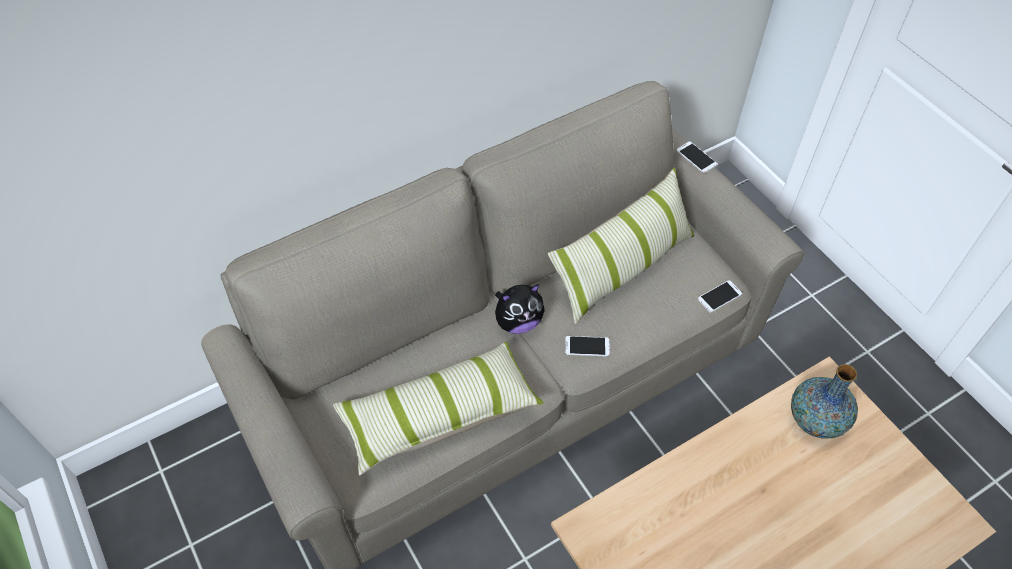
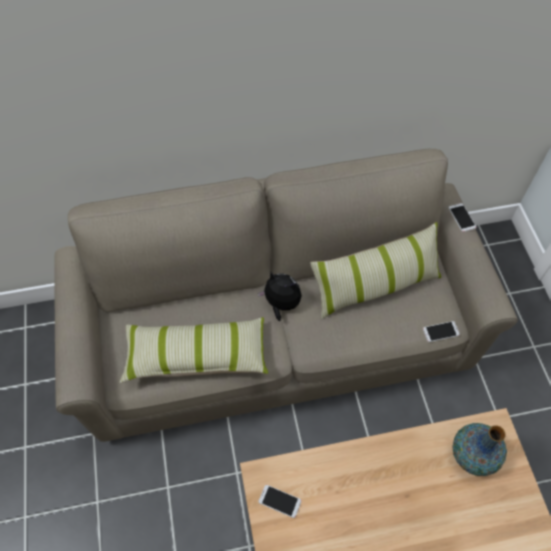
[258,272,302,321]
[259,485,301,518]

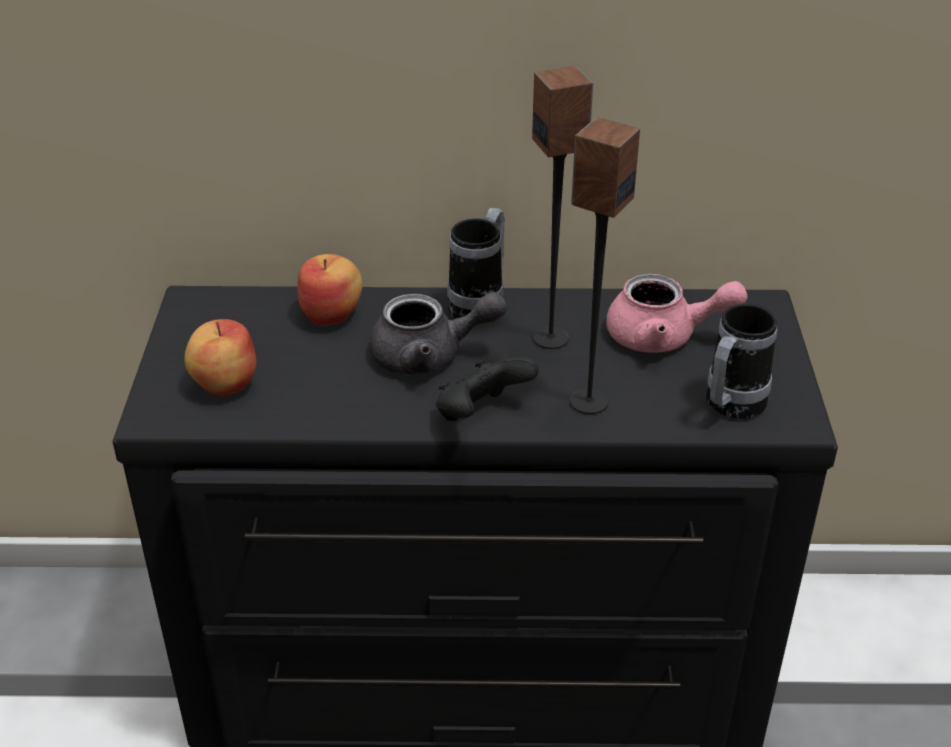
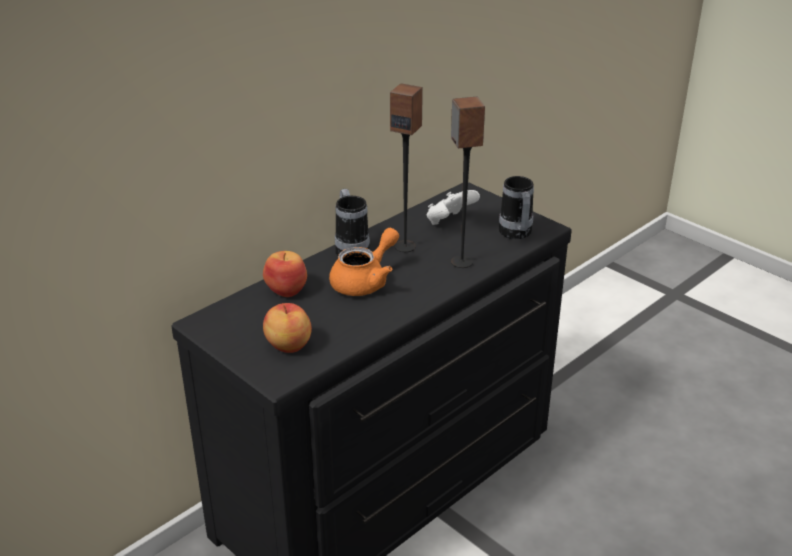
[329,228,399,296]
[436,357,539,421] (first image)
[427,190,480,225]

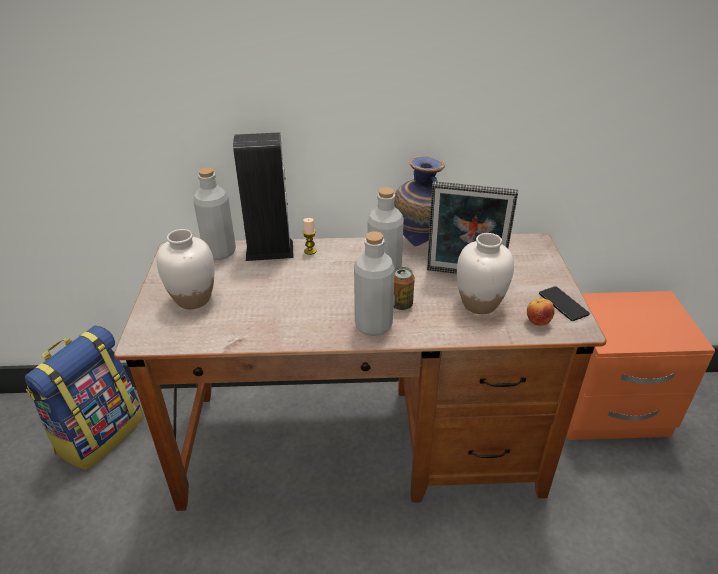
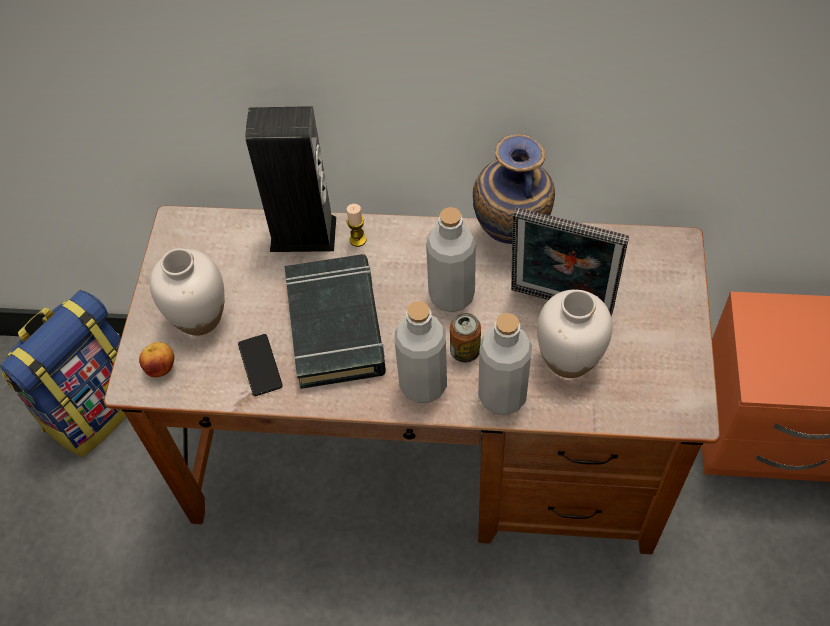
[478,313,532,415]
[139,342,174,377]
[238,334,283,396]
[285,254,386,389]

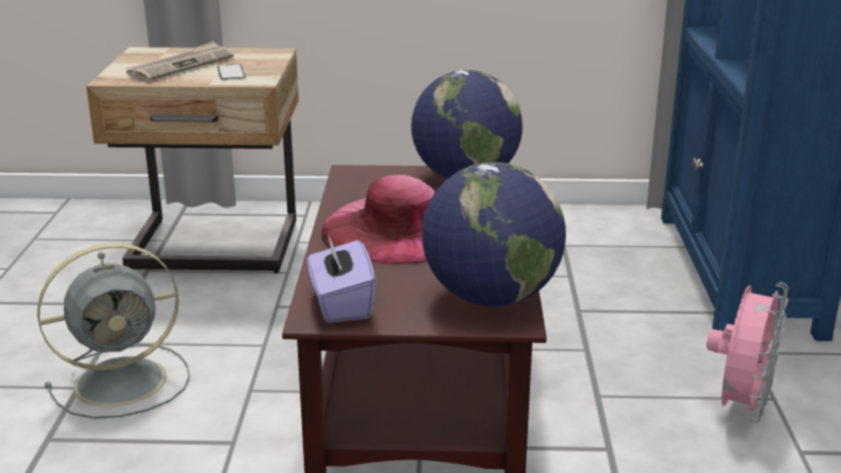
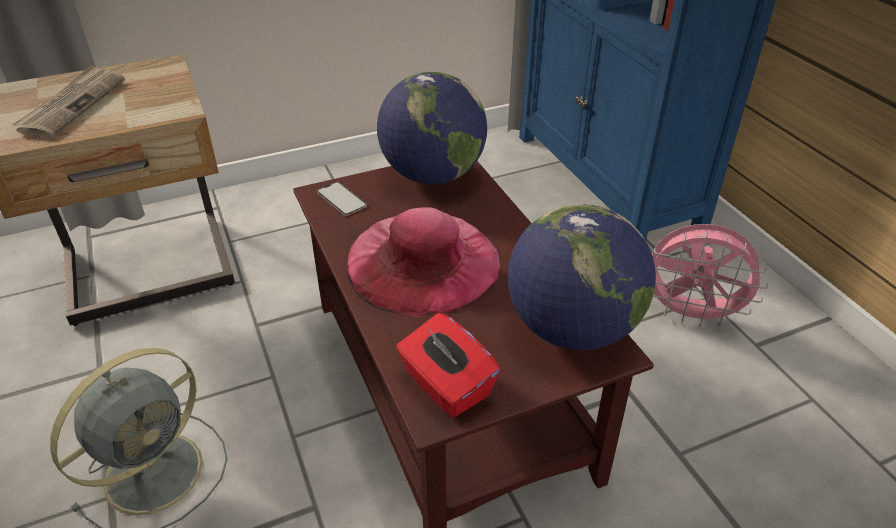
[316,182,367,216]
[396,313,501,418]
[652,224,768,327]

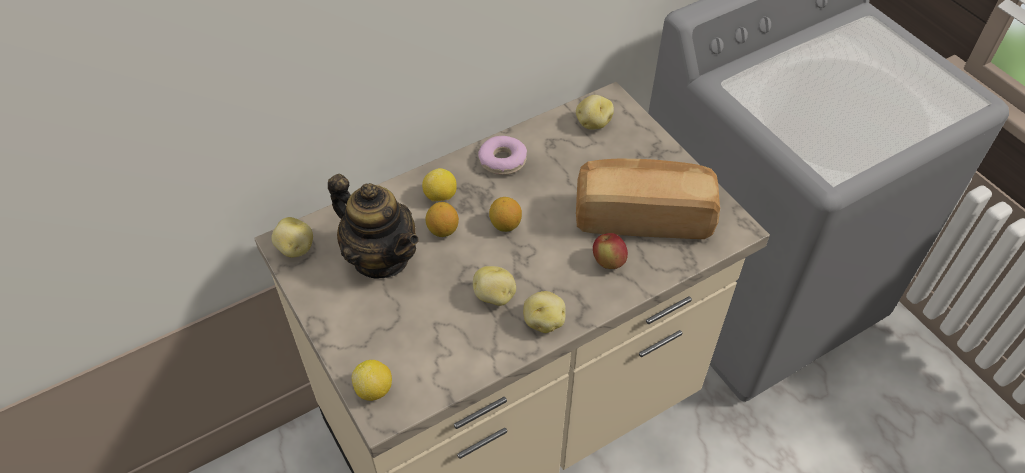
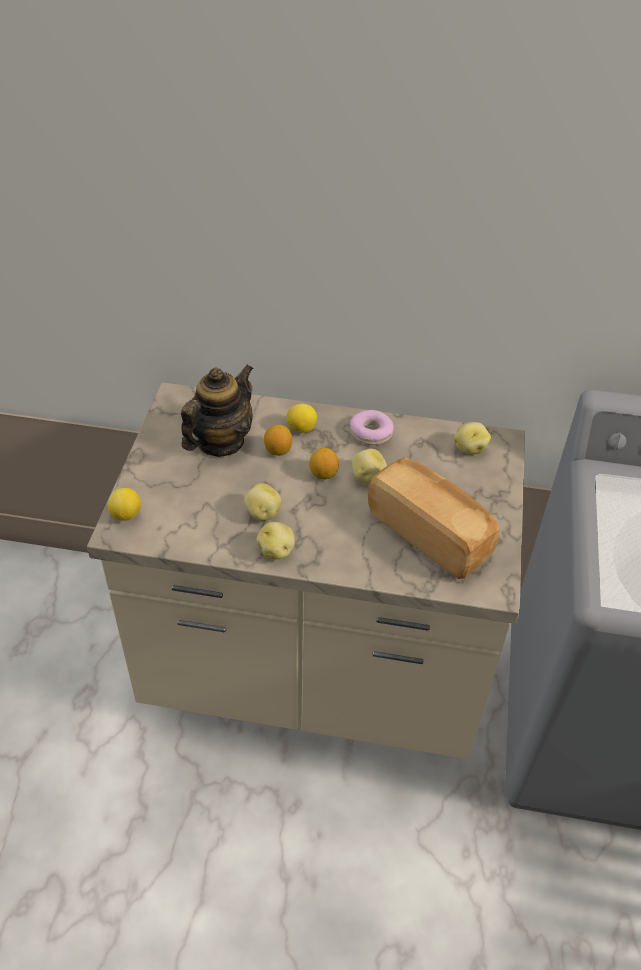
[352,449,387,485]
[181,364,254,457]
[593,233,628,269] (first image)

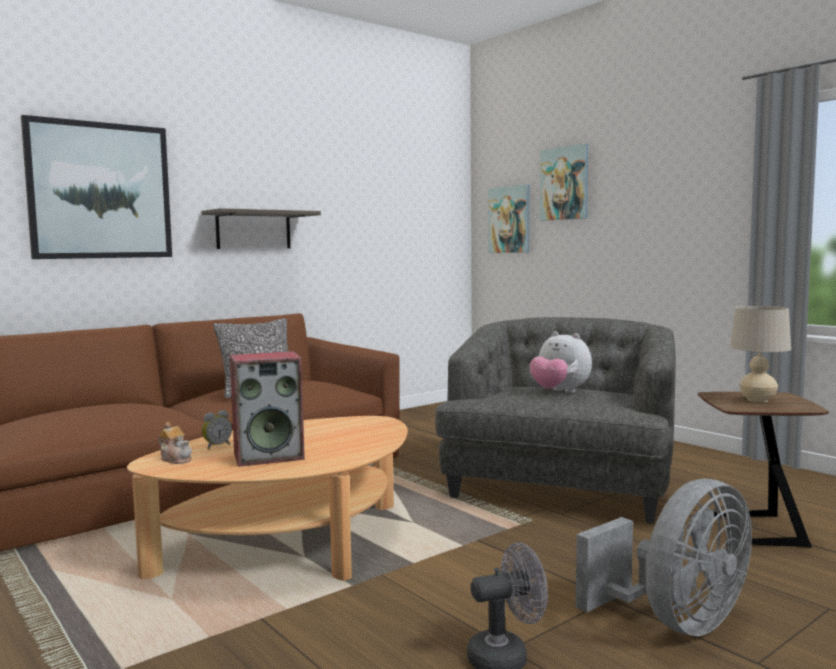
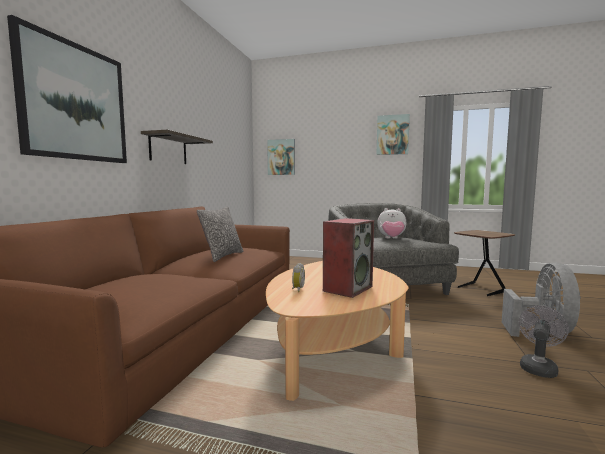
[158,422,192,464] (first image)
[376,114,410,155]
[730,306,791,402] (first image)

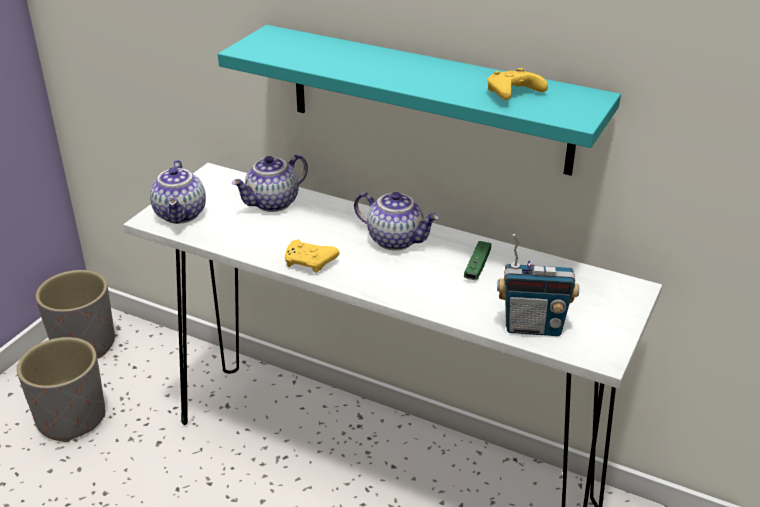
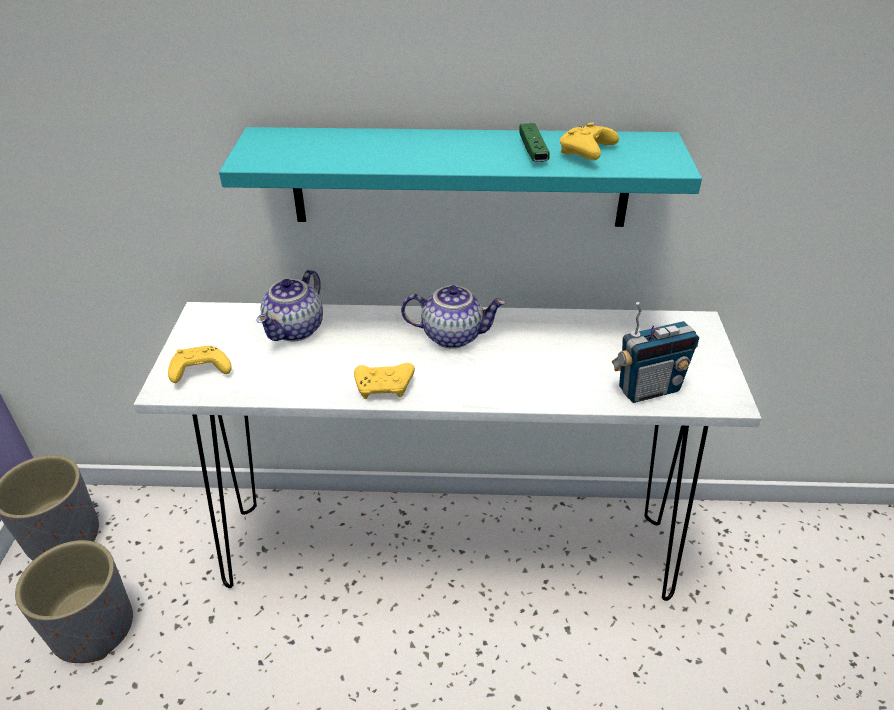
[168,346,232,383]
[519,123,550,162]

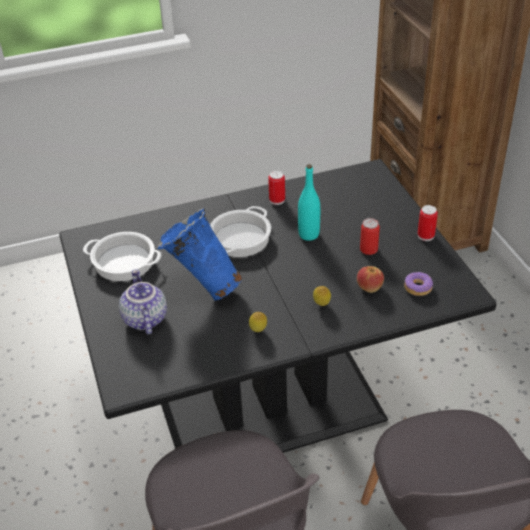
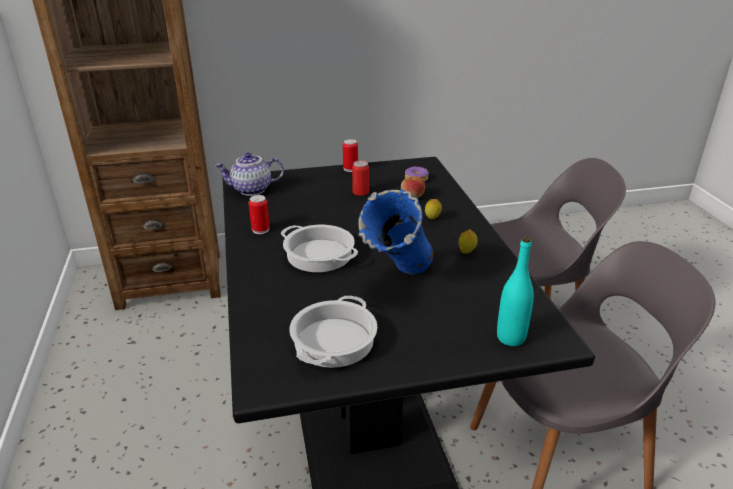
[214,153,284,196]
[497,237,534,346]

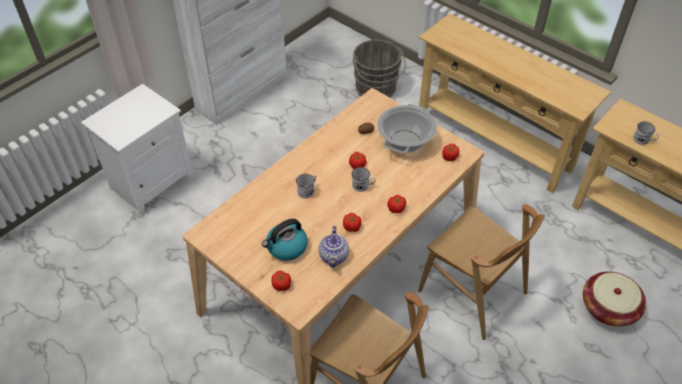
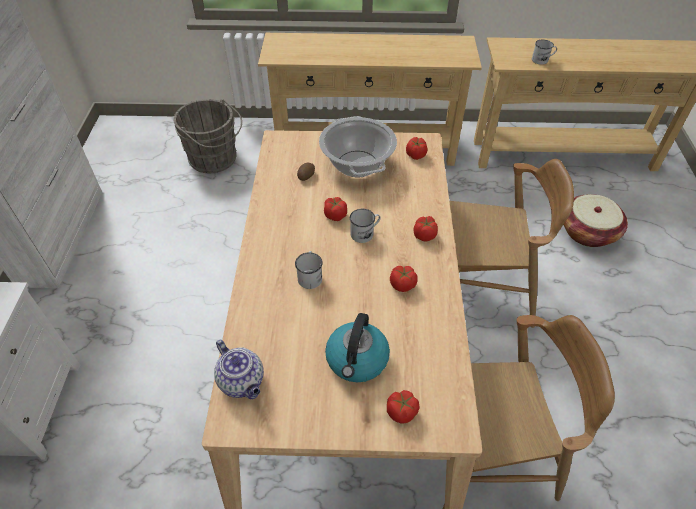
[214,340,264,399]

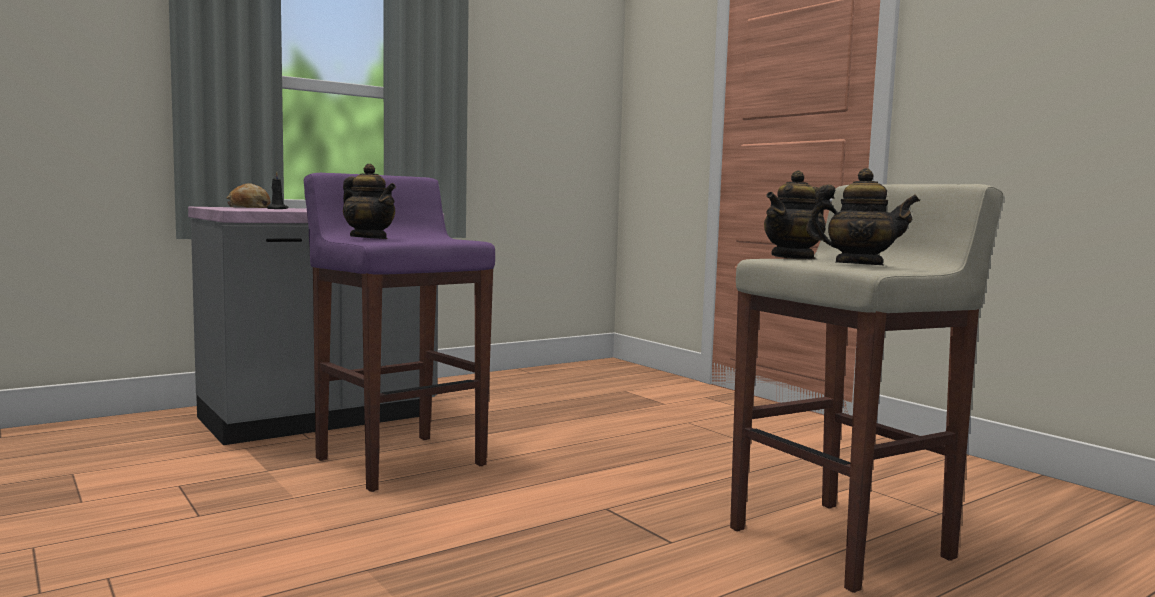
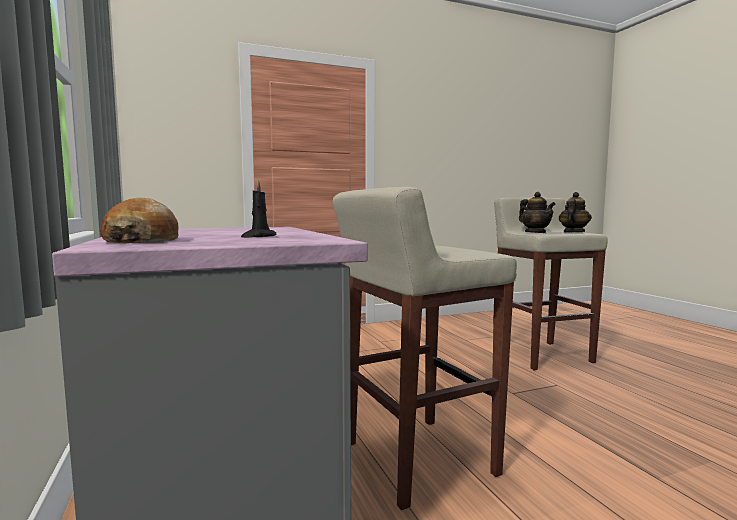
[333,187,517,510]
[343,164,396,239] (first image)

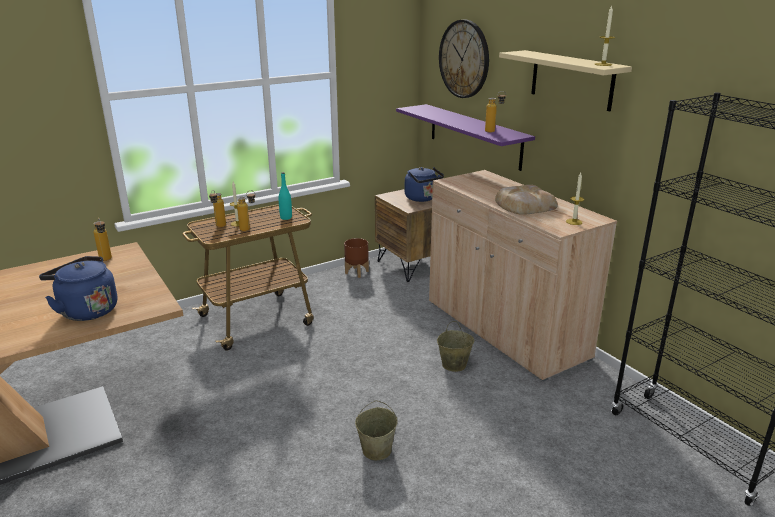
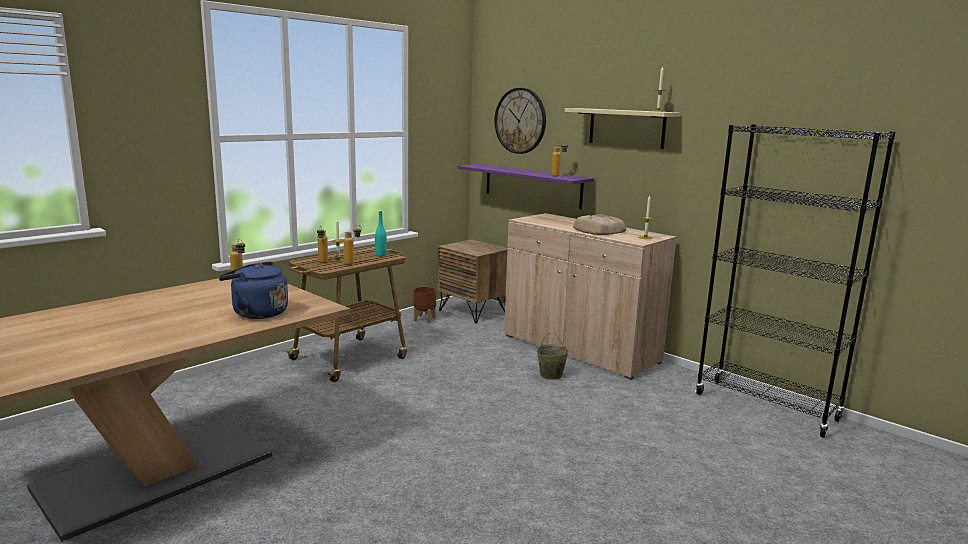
[355,400,398,460] (first image)
[405,167,444,202] (first image)

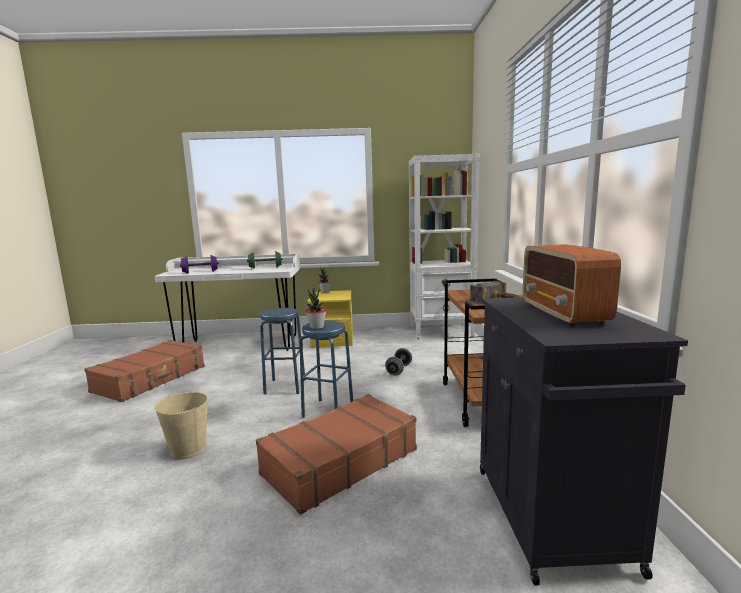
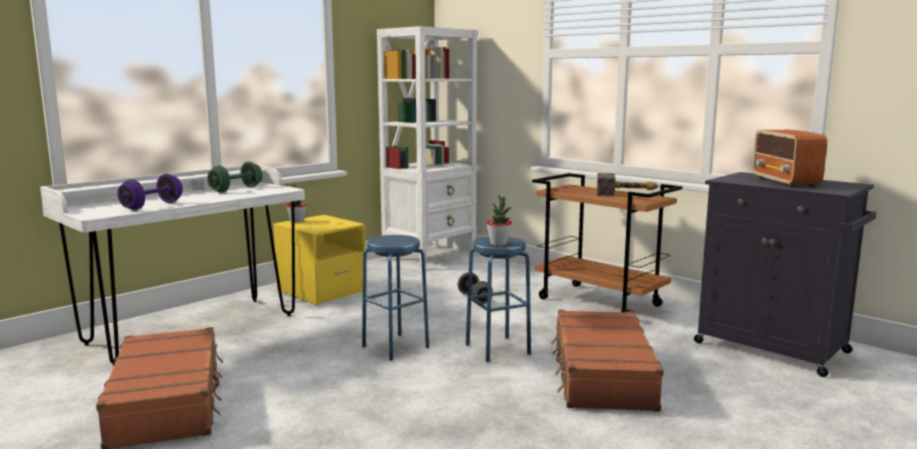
[154,392,208,459] (first image)
[753,130,827,187]

